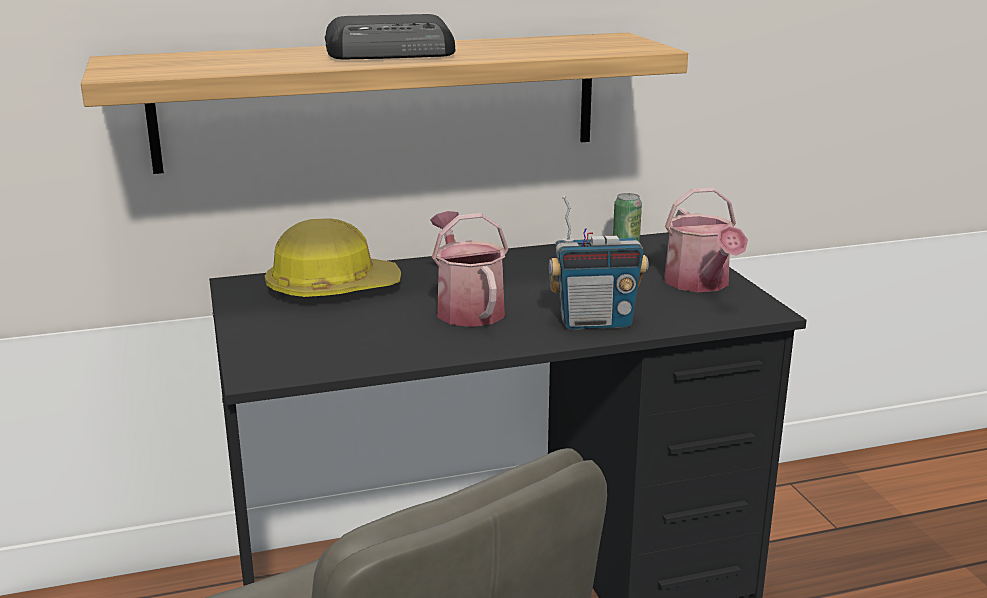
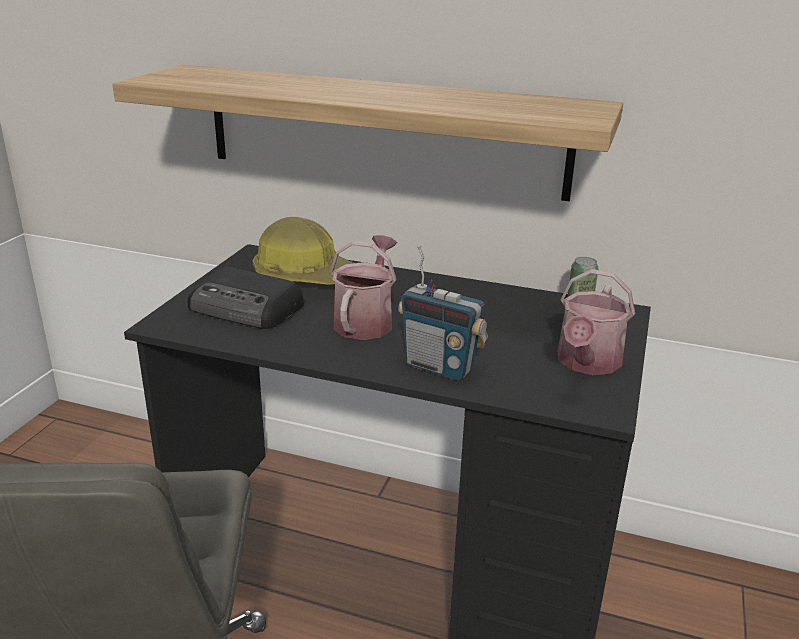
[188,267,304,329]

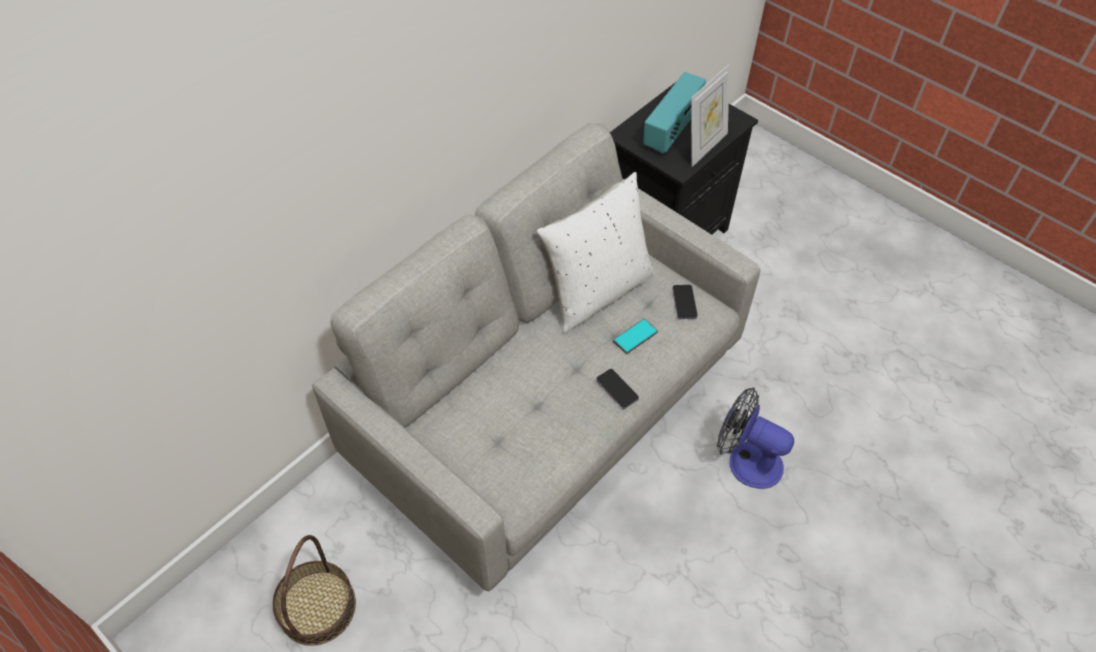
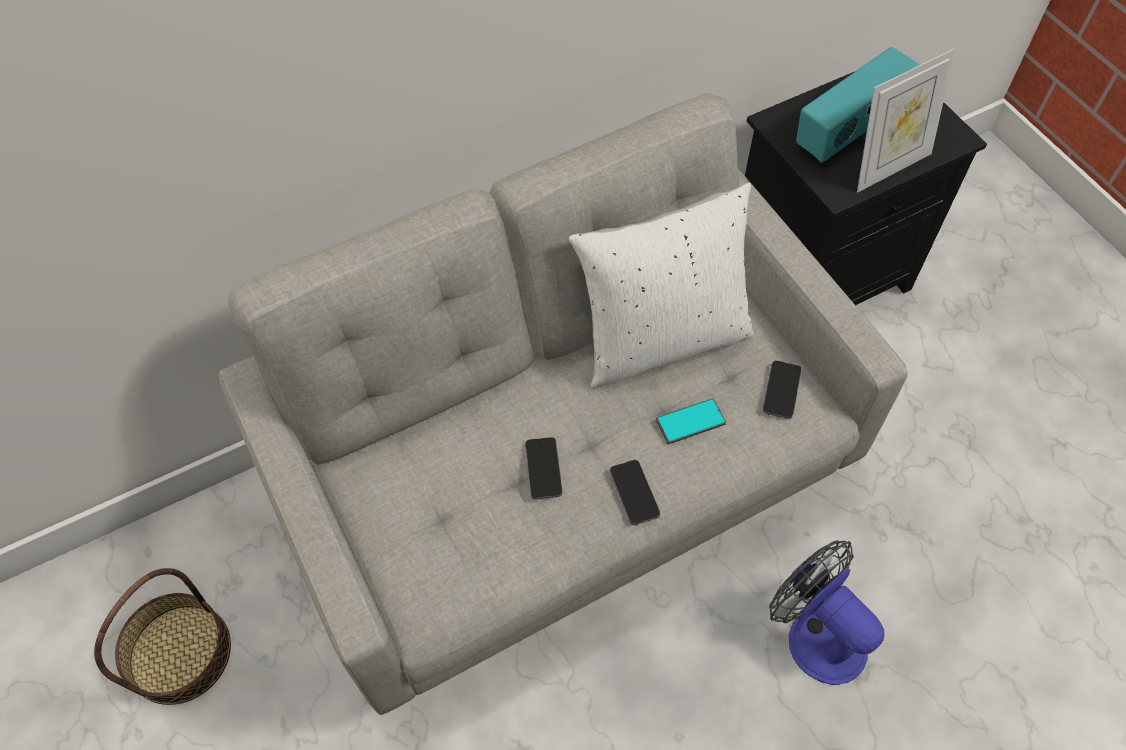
[525,437,562,499]

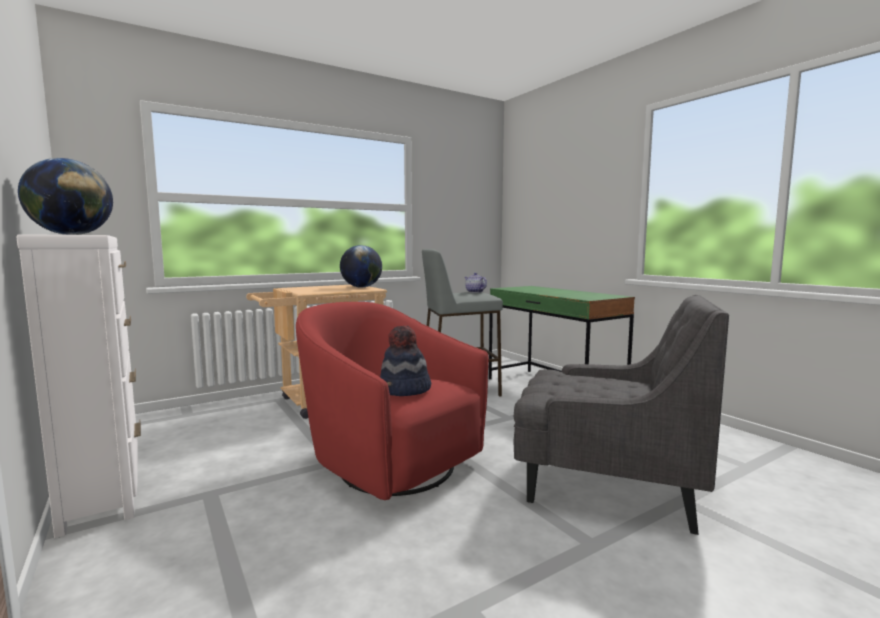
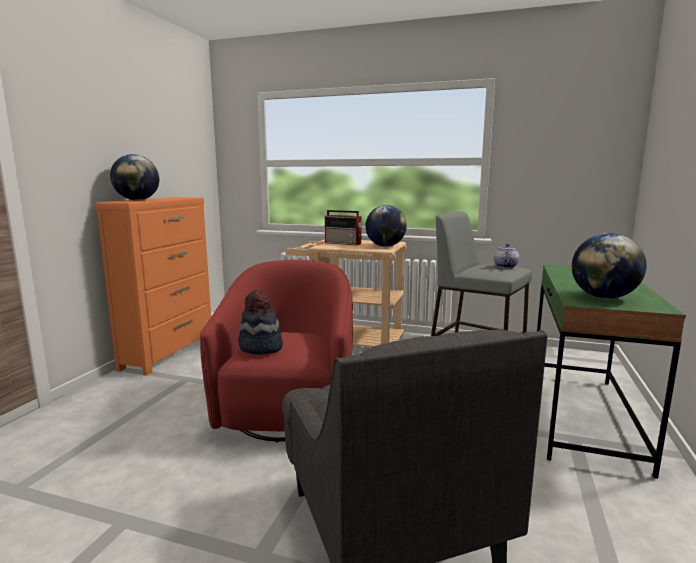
[95,197,211,376]
[325,210,362,245]
[572,233,646,299]

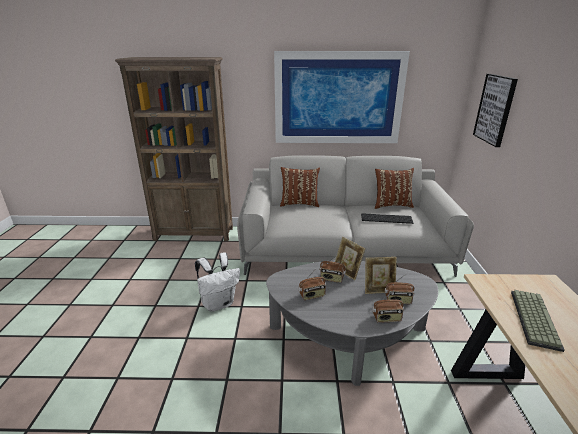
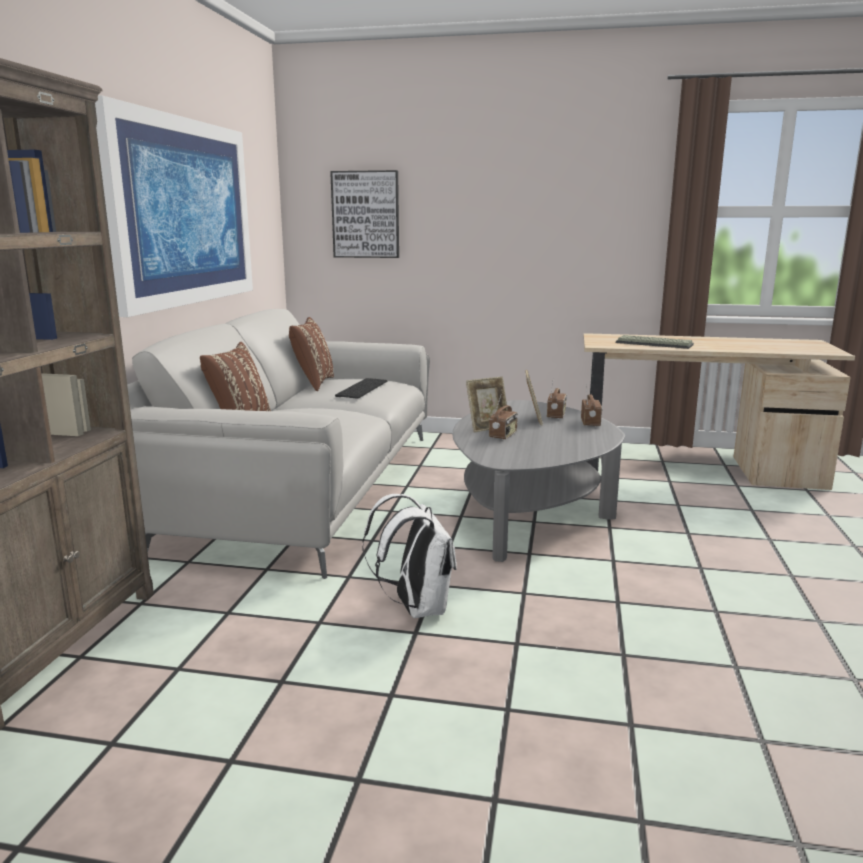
[298,270,326,300] (first image)

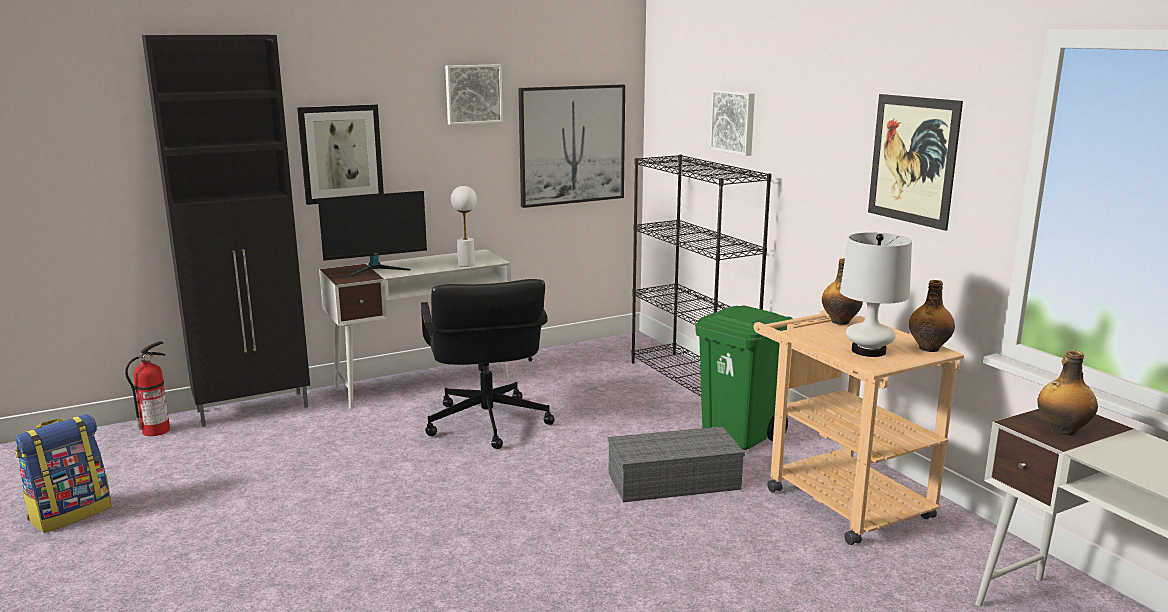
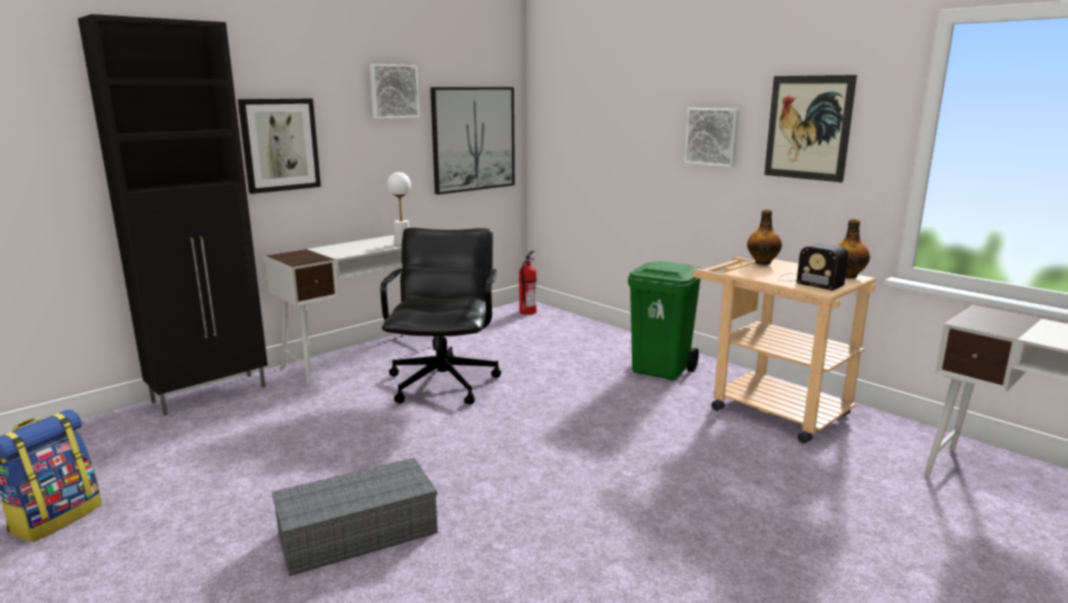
[519,251,537,315]
[318,191,427,277] (first image)
[380,228,501,404]
[272,458,438,576]
[631,155,772,397] (first image)
[684,108,740,167]
[778,243,848,291]
[1037,350,1098,436] (first image)

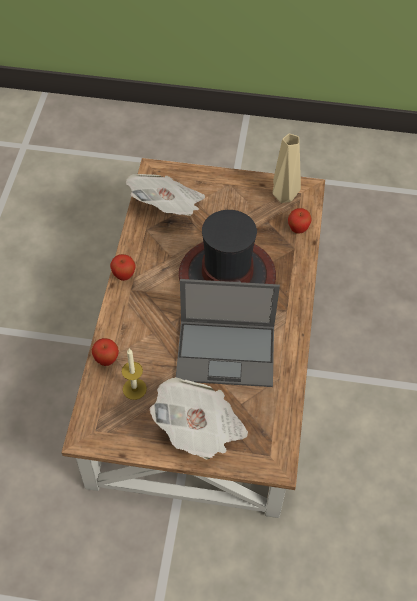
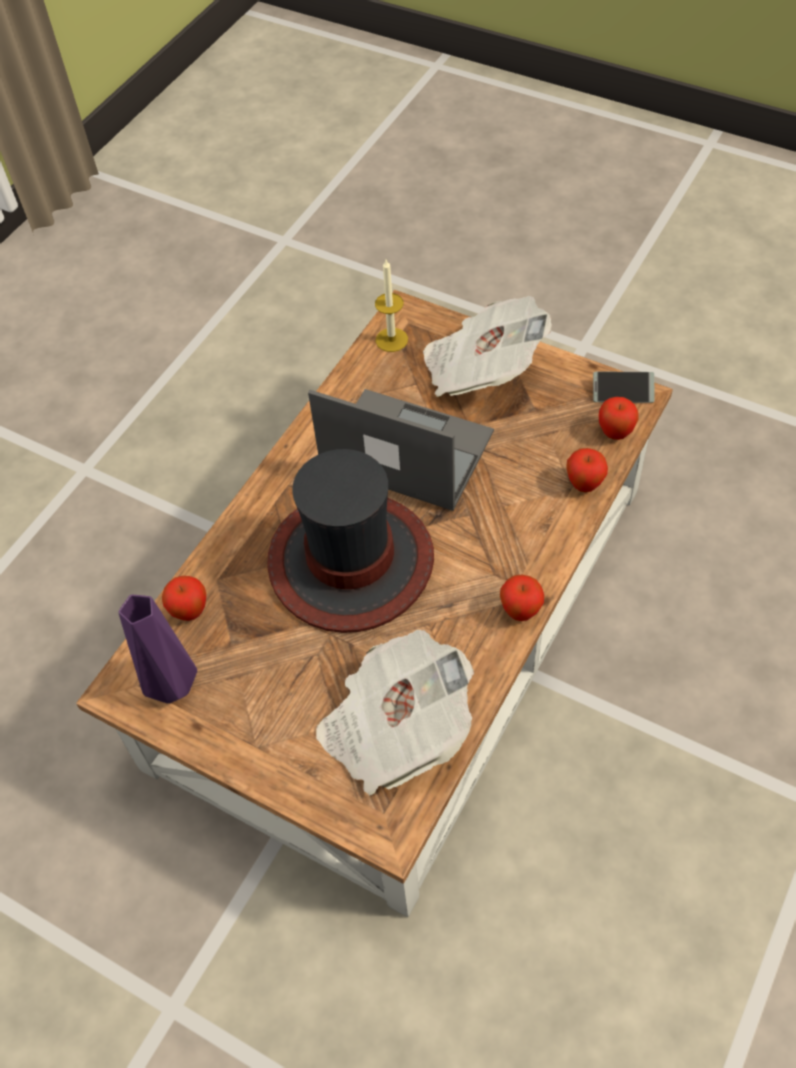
[375,260,408,352]
[118,595,197,703]
[593,371,655,403]
[599,397,639,440]

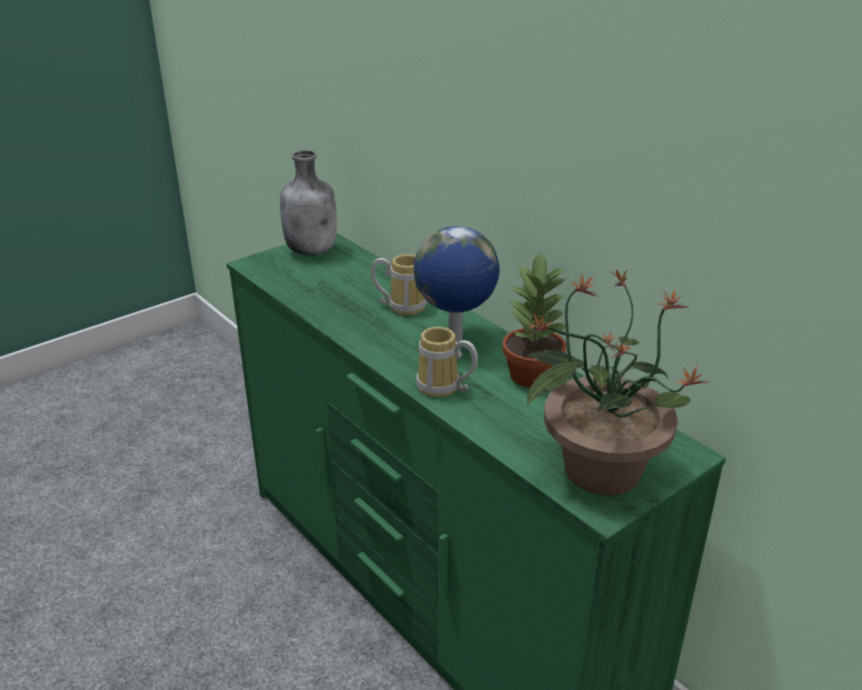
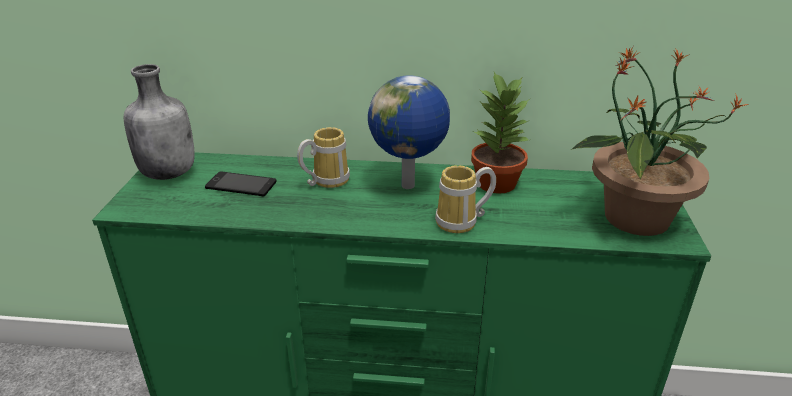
[205,171,277,196]

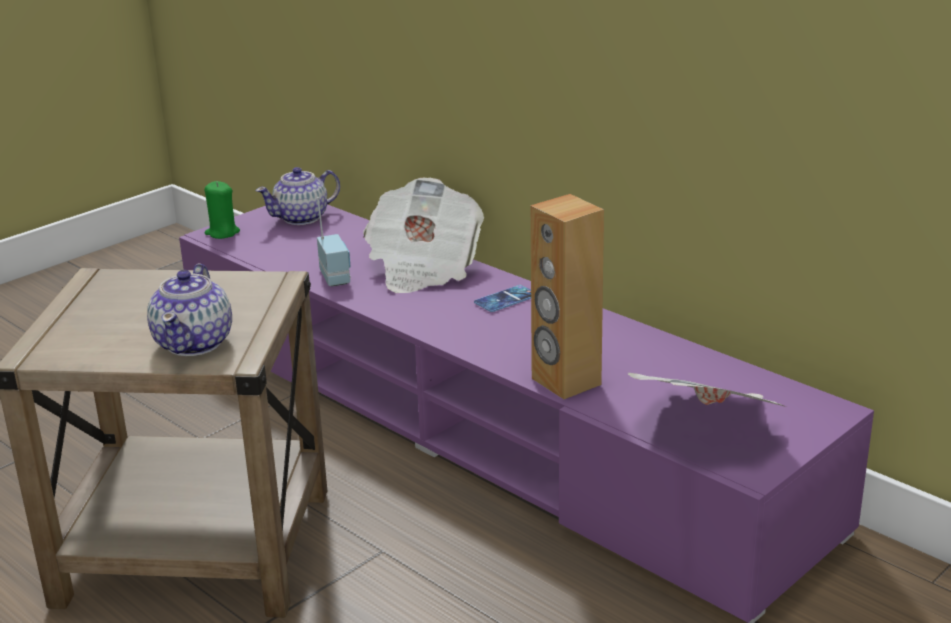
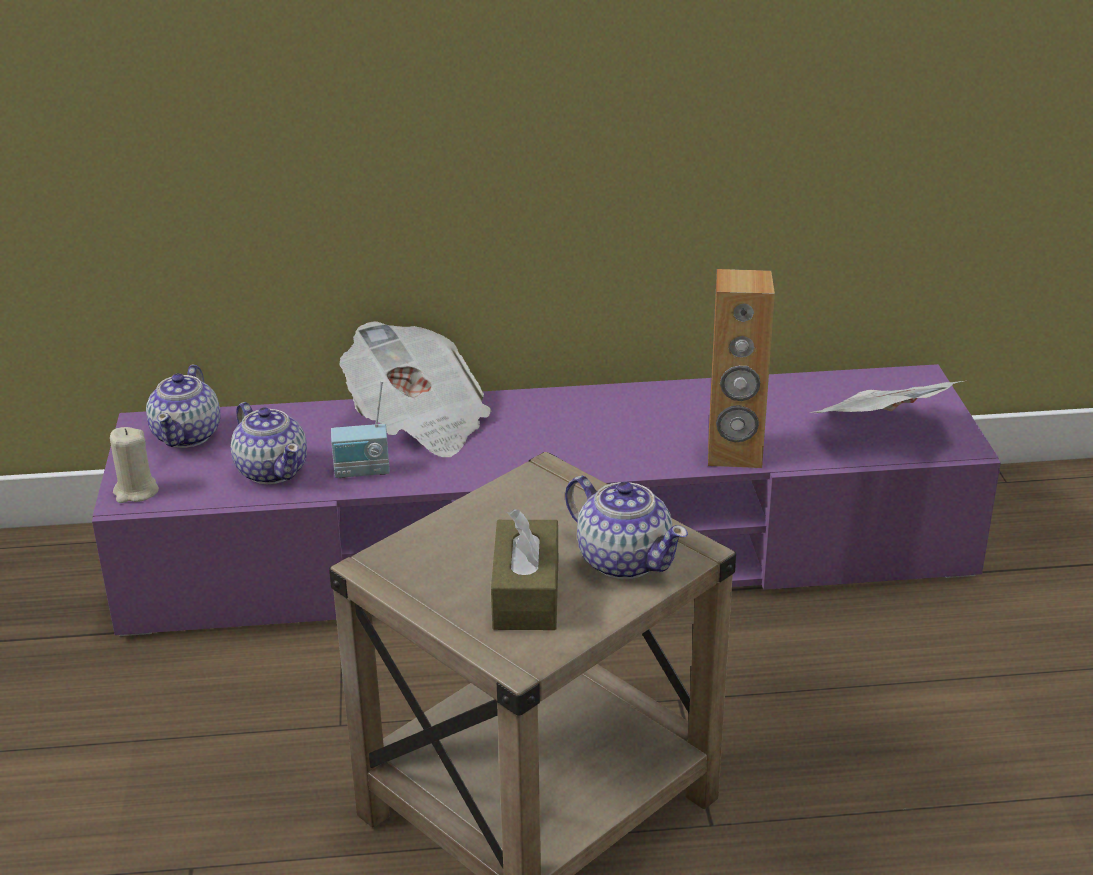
[110,427,159,503]
[331,381,390,478]
[474,285,531,312] (first image)
[231,402,307,484]
[491,509,558,630]

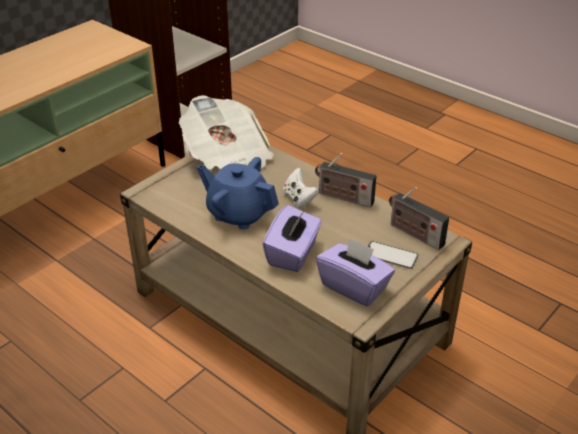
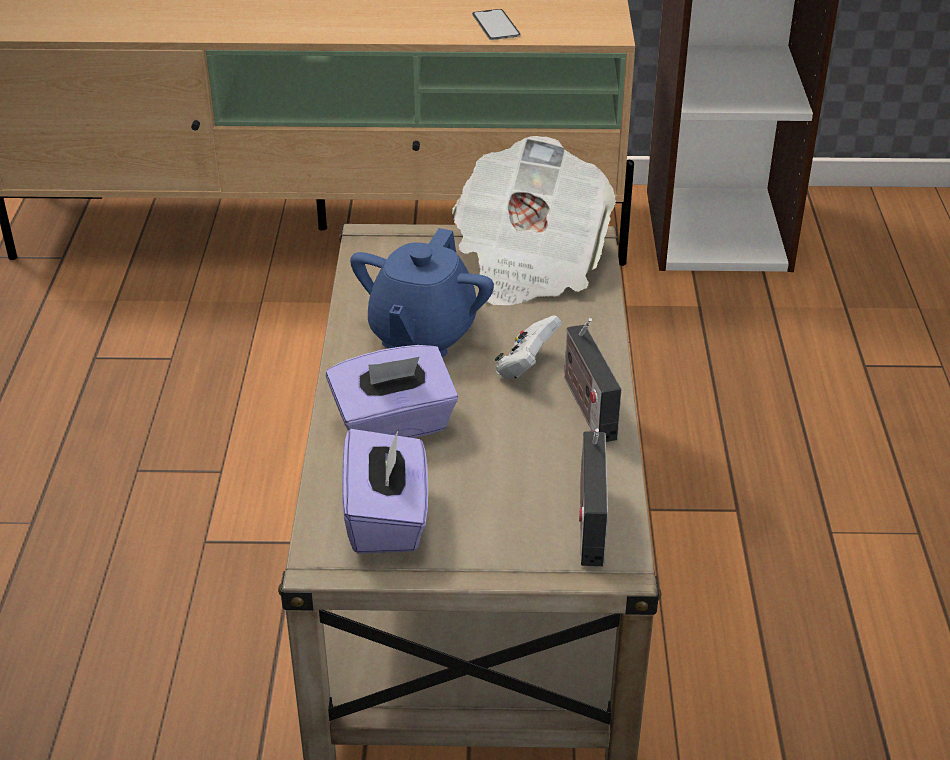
[350,228,494,357]
[472,9,521,40]

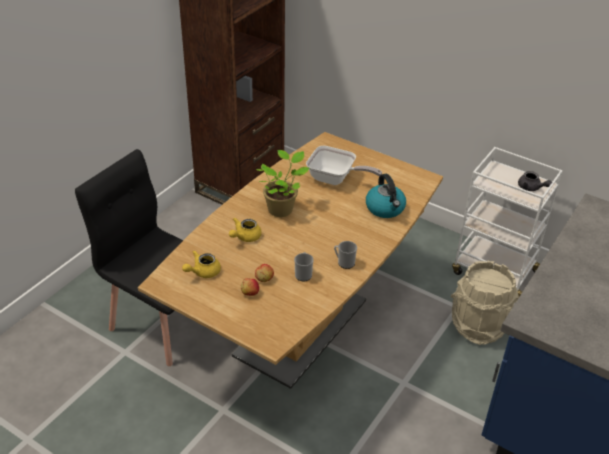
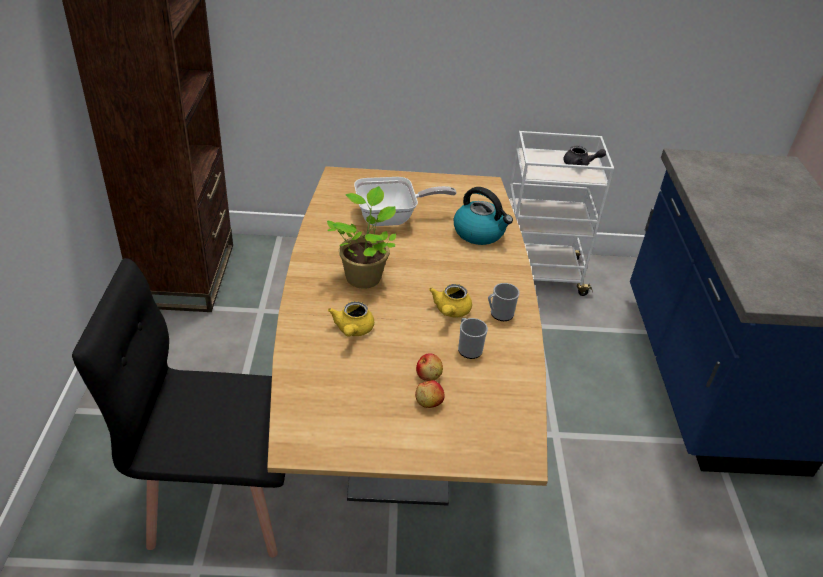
[429,284,472,317]
[451,261,519,345] (first image)

